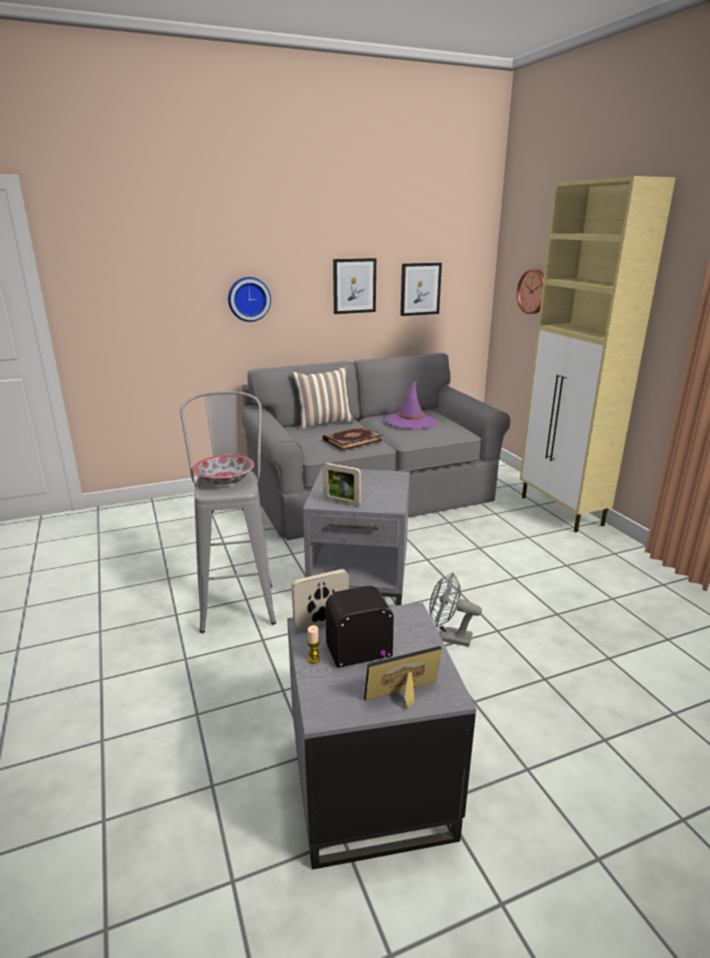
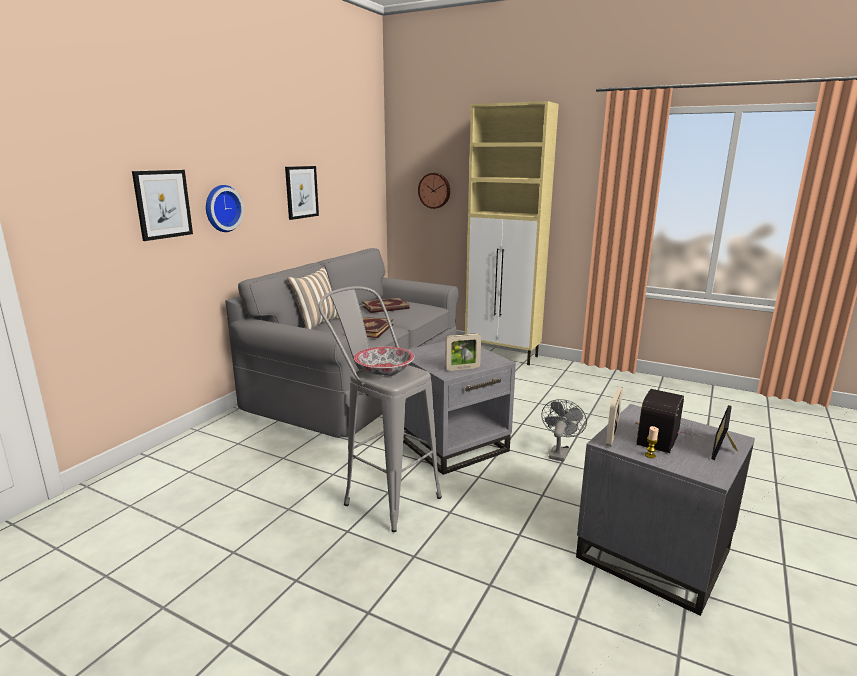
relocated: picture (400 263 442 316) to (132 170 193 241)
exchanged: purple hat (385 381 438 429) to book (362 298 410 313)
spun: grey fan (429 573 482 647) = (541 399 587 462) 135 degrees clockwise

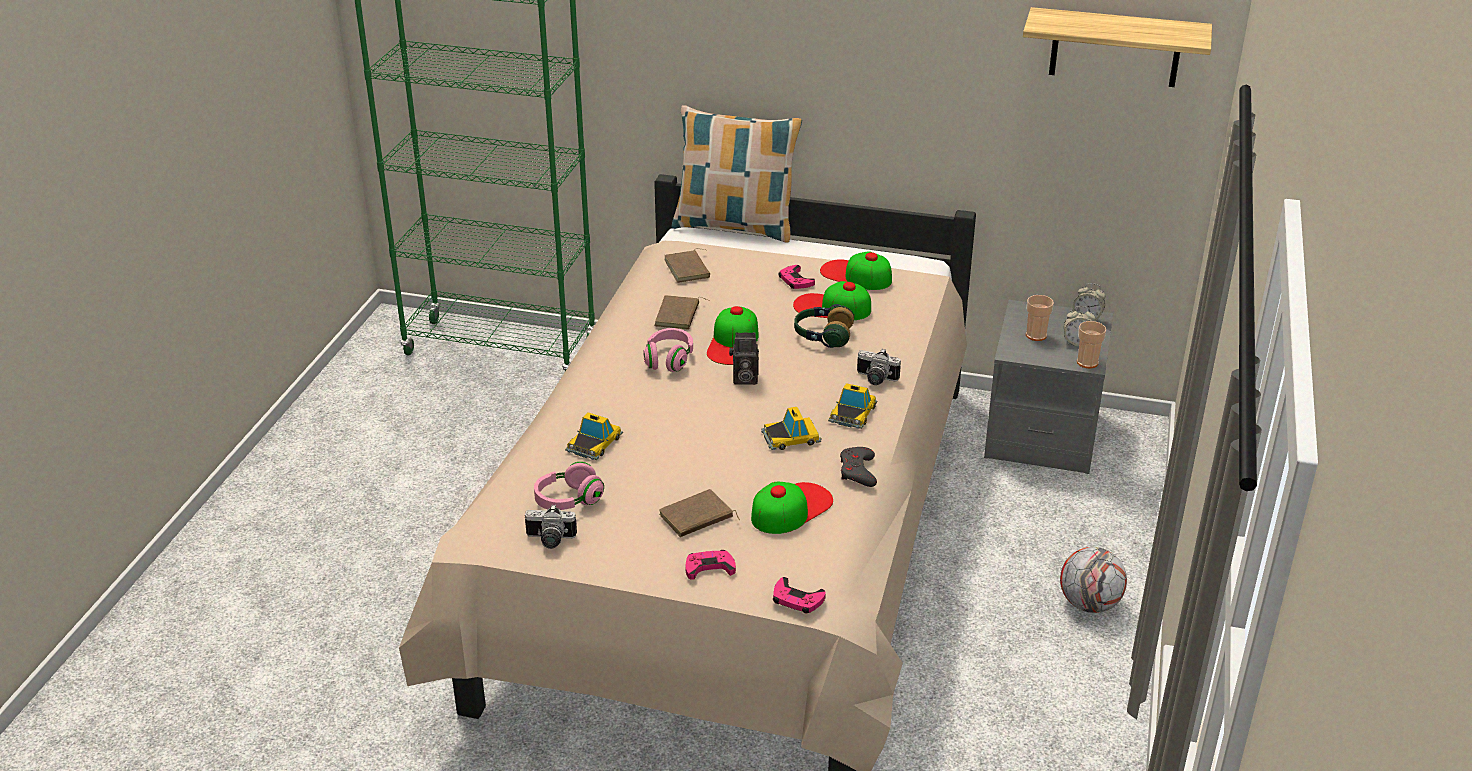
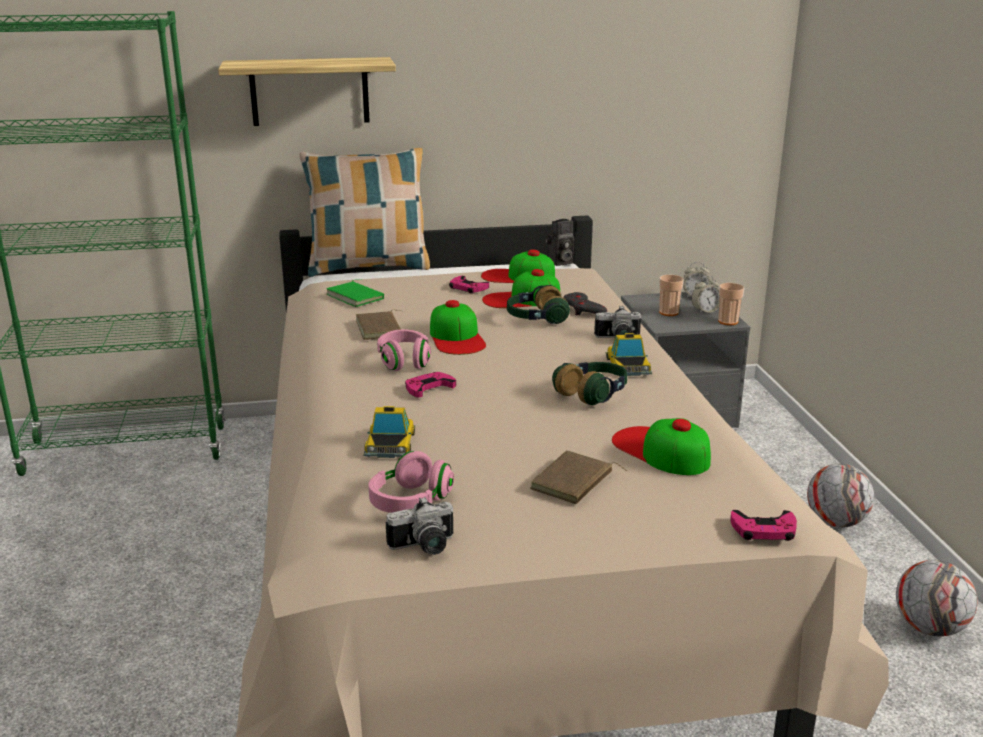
appeared: football (896 560 978 637)
relocated: pink game controller (685 550 736 580) to (405 372 456 397); photo camera (729 332 759 385) to (545 219 575 266); grey game controller (840 447 877 487) to (563 292 607 315); shelf (1023 7 1212 87) to (218 57 396 126)
exchanged: toy car (761 407 822 450) to headphones (552 362 627 405)
colour: brown book (664 248 710 283) to green book (327 279 384 307)
spun: cap (751 482 833 534) = (612 418 711 475) 60 degrees counterclockwise

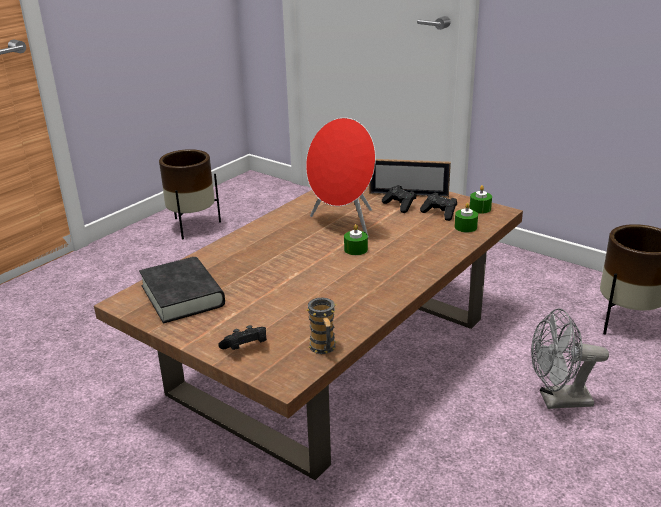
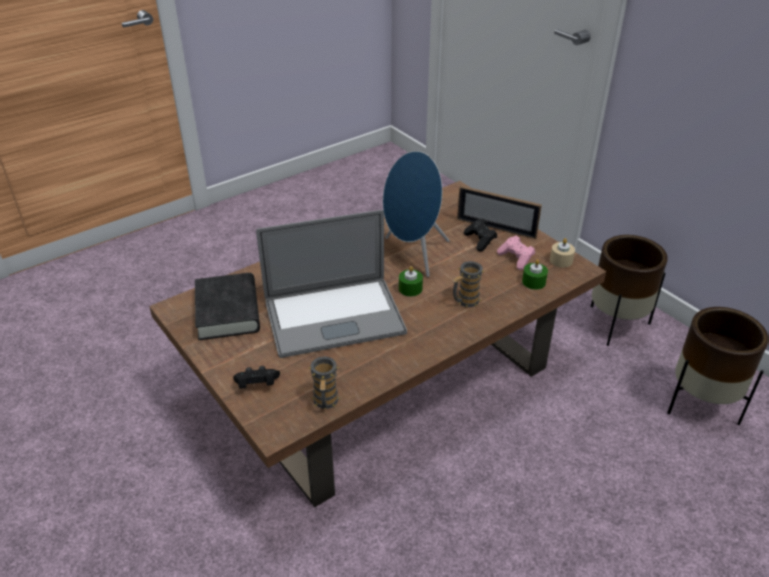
missing: grey fan (531 308 609 409)
appeared: laptop (256 210 407 358); mug (453 261 485 307)
relocated: brown planter (159 149 221 239) to (591 235 668 346)
colour: red speaker (306 118 376 237) to blue speaker (383 151 449 277); black game controller (420 193 457 221) to pink game controller (497 236 535 270); green candle (469 185 492 214) to beige candle (550 238 575 268)

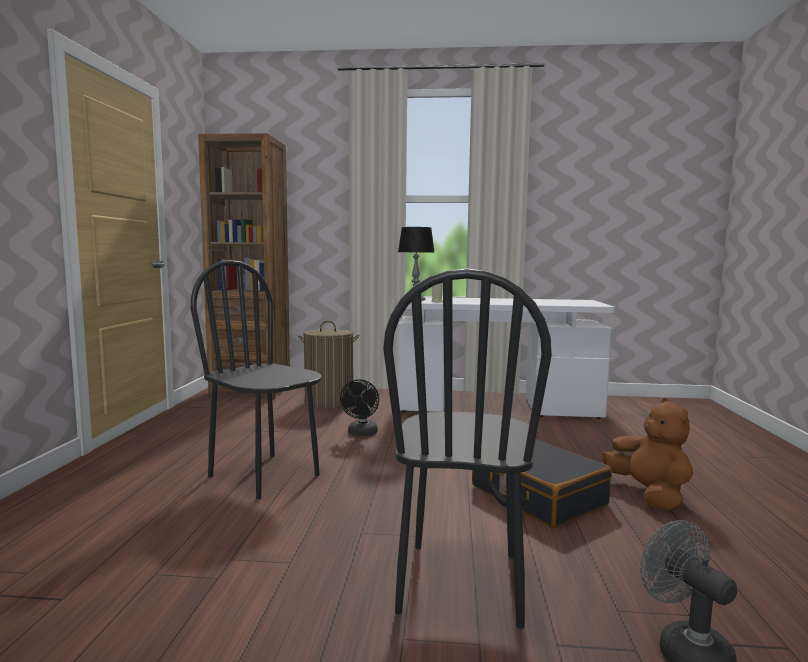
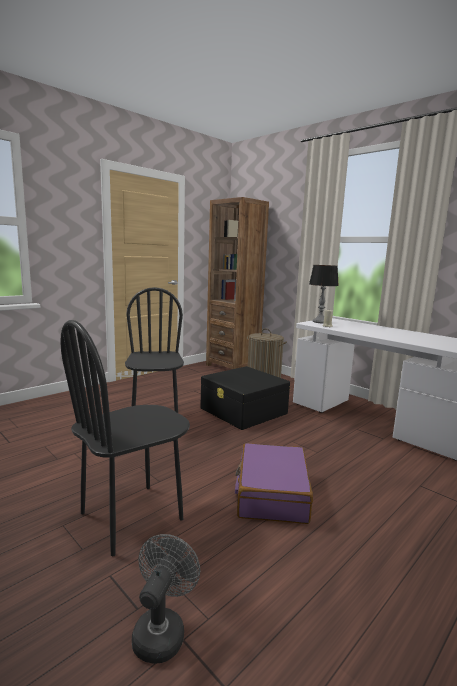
missing: brown plush toy (602 398 693 511)
exchanged: black fan (340 379 379 436) to black storage box (200 366 290 430)
colour: black suitcase (472 439 612 528) to purple suitcase (235 443 313 524)

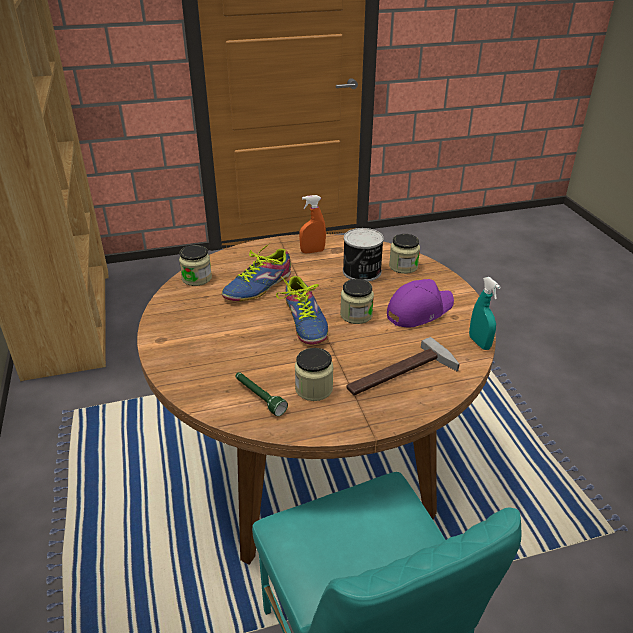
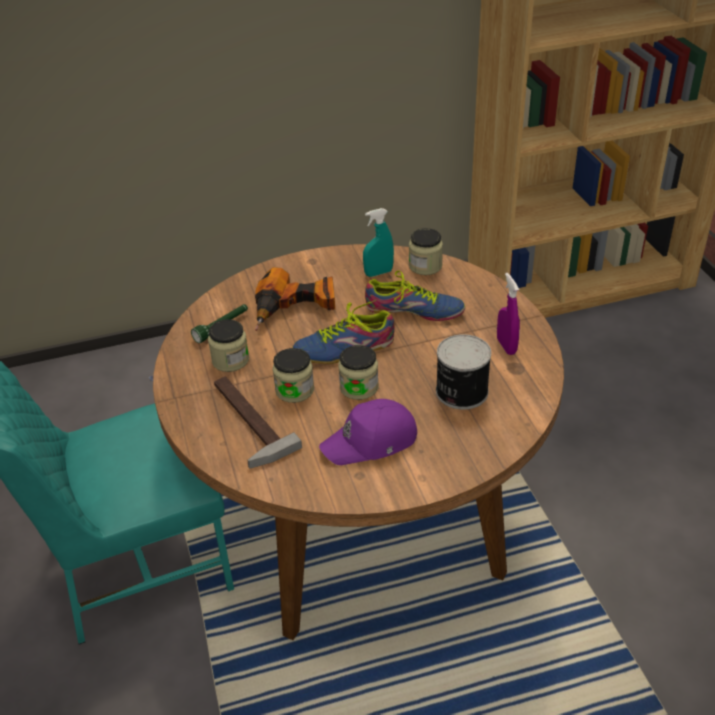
appeared: power drill (255 267 335 331)
relocated: jar (389 234 420 274) to (273 348 314 403); turquoise spray bottle (469 277 501 350) to (363 208 394 277)
colour: orange spray bottle (299 195 326 253) to purple spray bottle (497 273 520 355)
spun: shoe (222 242 291 301) = (365 271 465 321) 150 degrees clockwise; purple cap (387 279 454 327) = (319 399 417 465) 105 degrees clockwise

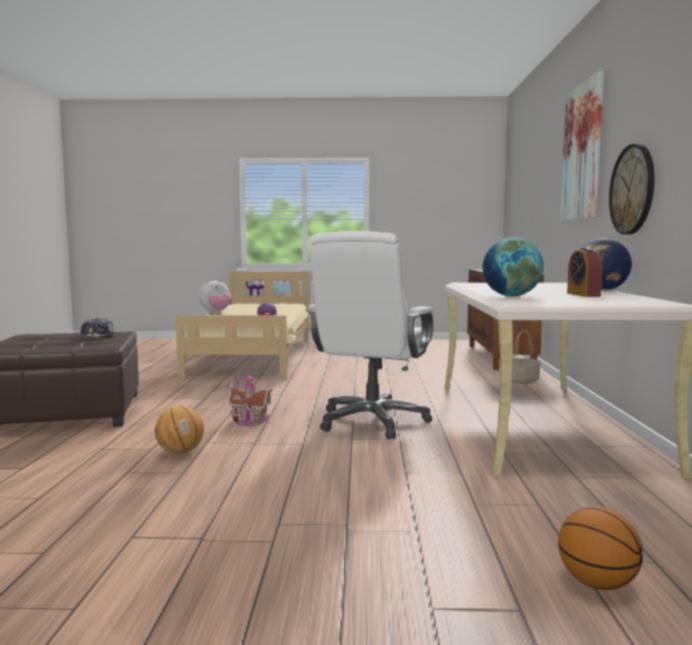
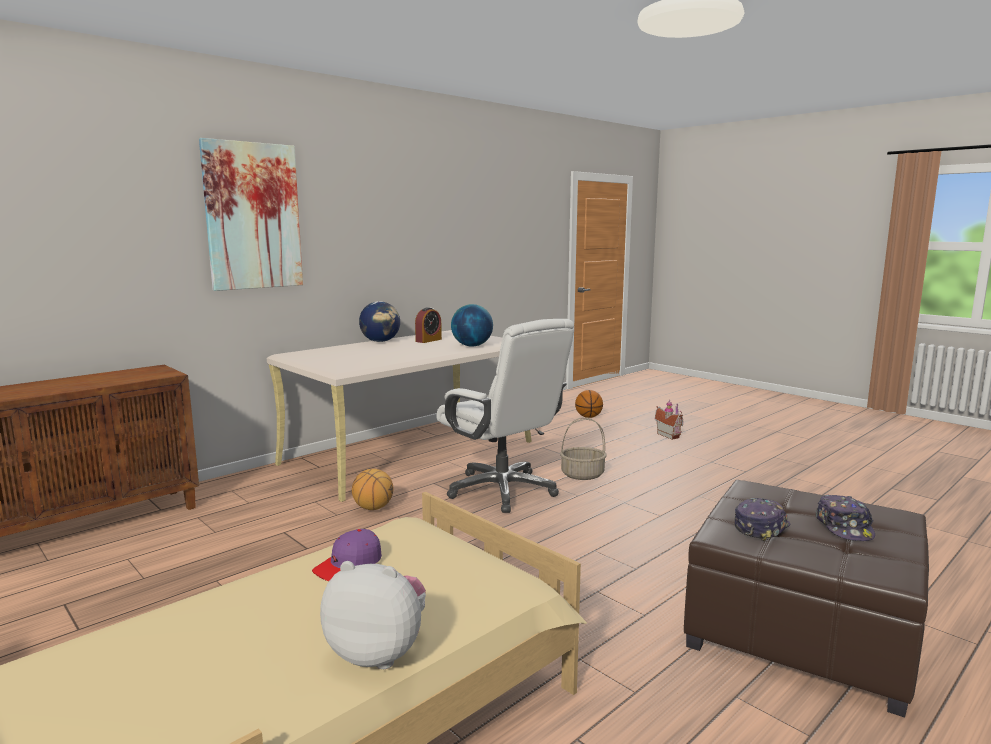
missing: wall clock (609 144 655 235)
appeared: cap (816 494 875 541)
relocated: basketball (155 406 204 454) to (352 469 393 510); toy house (227 373 272 426) to (654 400 683 440); basket (512 330 541 384) to (560 417 607 480)
spun: white office chair (306 231 434 439) = (436 319 574 513) 75 degrees clockwise

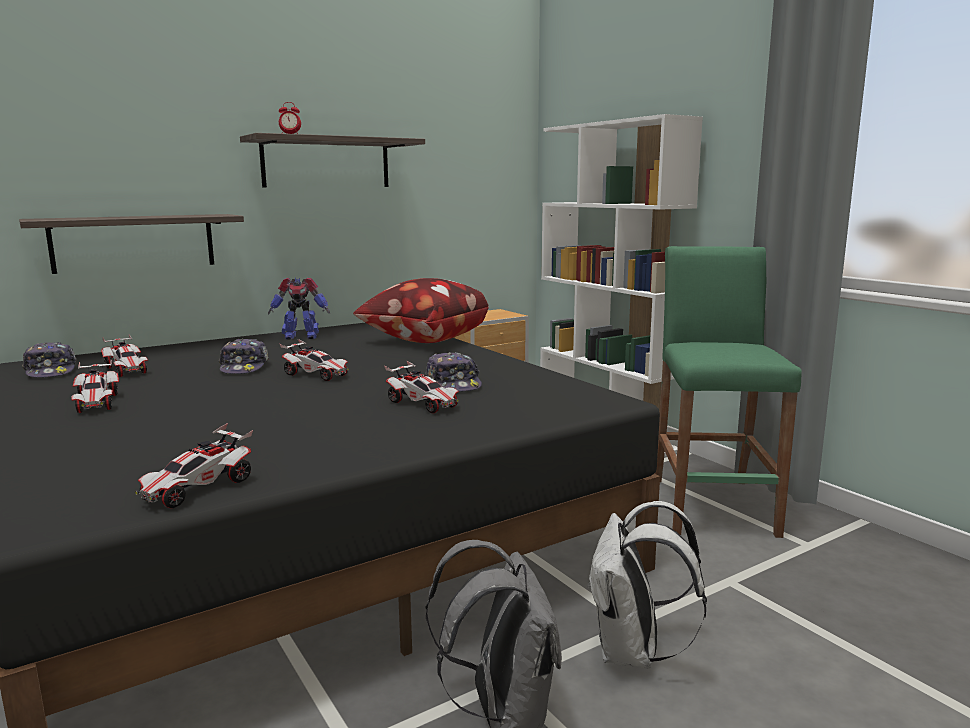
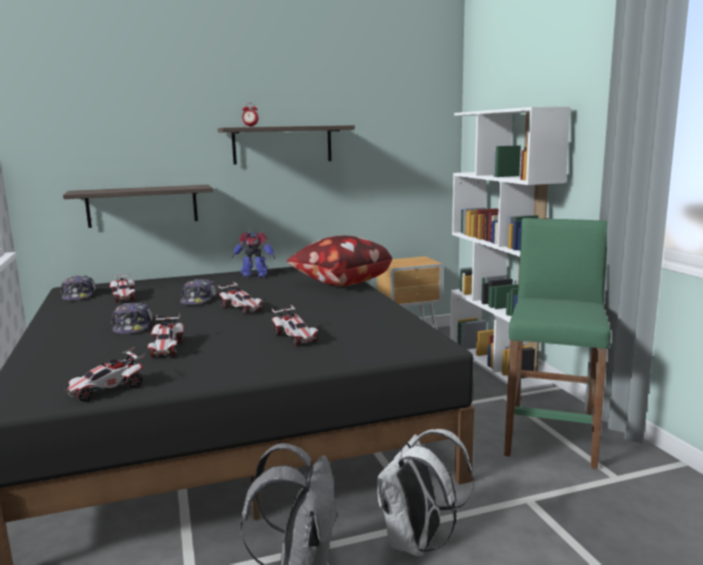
relocated: toy car (72 359 119 413) to (148 313 184 358); cap (425 352 482 392) to (111 302 153 334)

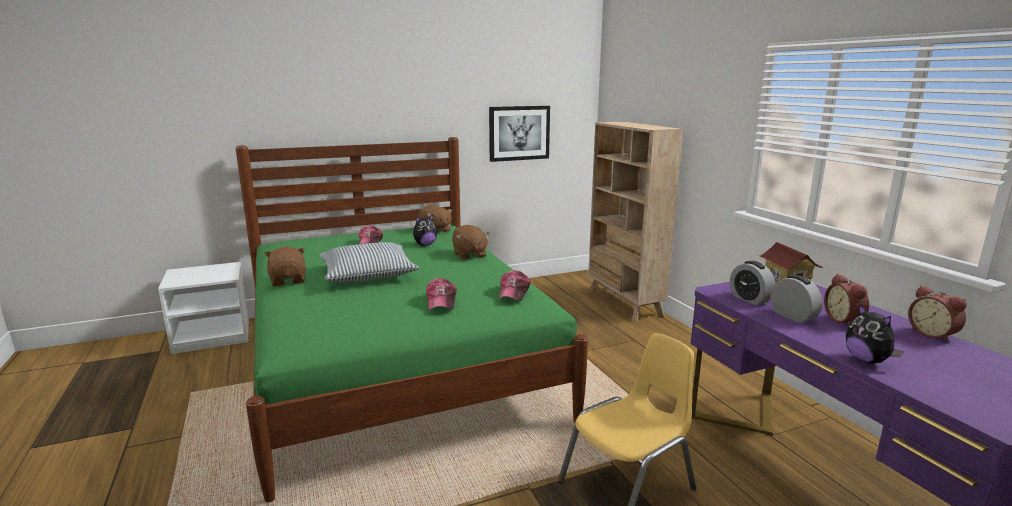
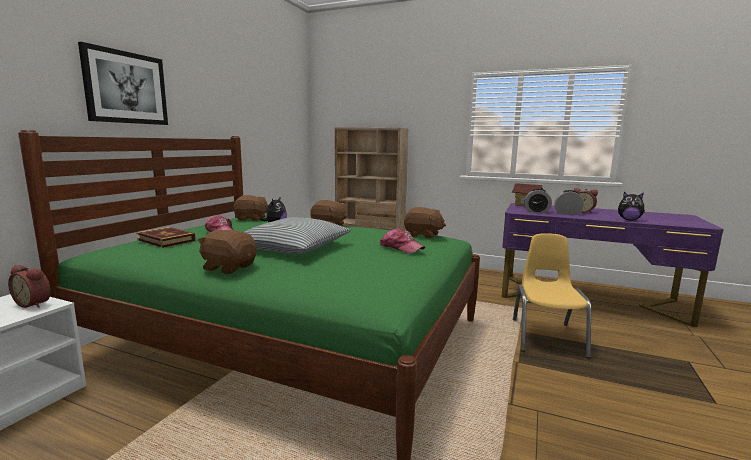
appeared: book (136 227 196 248)
relocated: picture (489 106 550 162) to (78 42 168 125); alarm clock (908 285 967 343) to (8 265 51 308)
exchanged: cap (498 270 530 301) to brown plush toy (404 207 446 239)

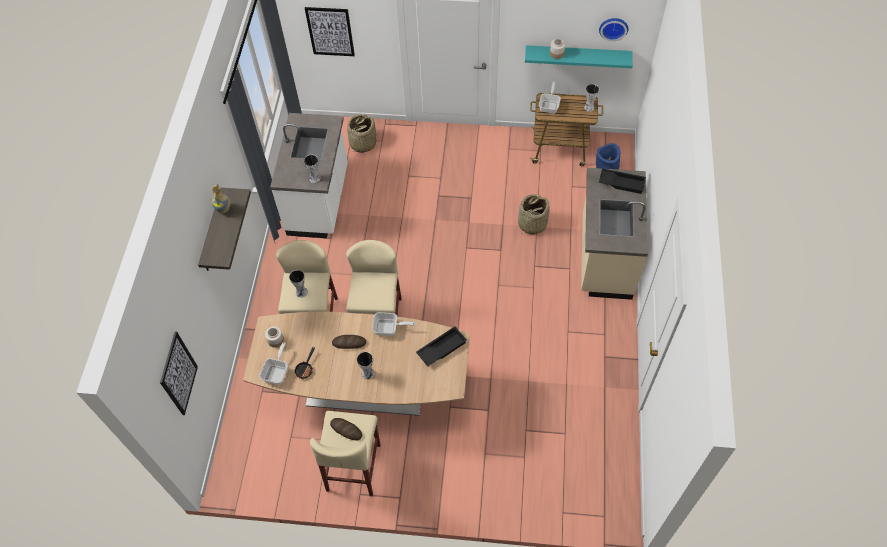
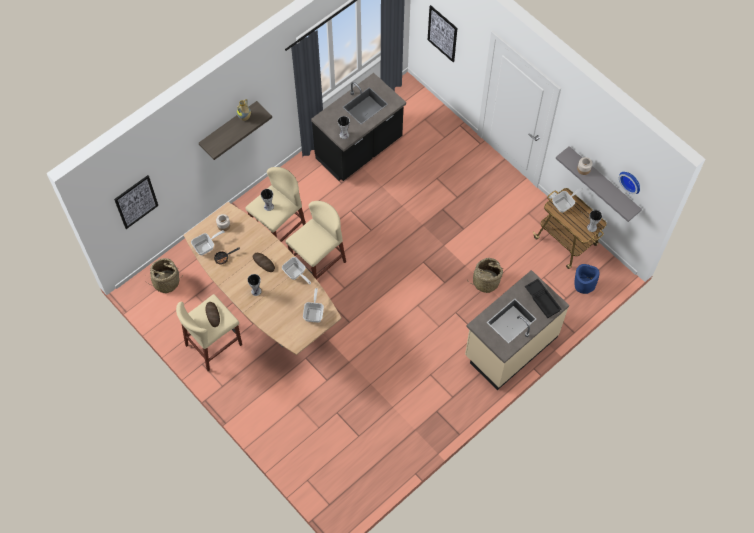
relocated: basket (347 114 376 153) to (144 258 180 293)
exchanged: black tray (416 326 467 367) to frying pan (303 288 324 323)
colour: white counter (270 113 348 238) to black counter (311 73 406 181); turquoise shelf (525 45 633 68) to grey shelf (556 146 642 222)

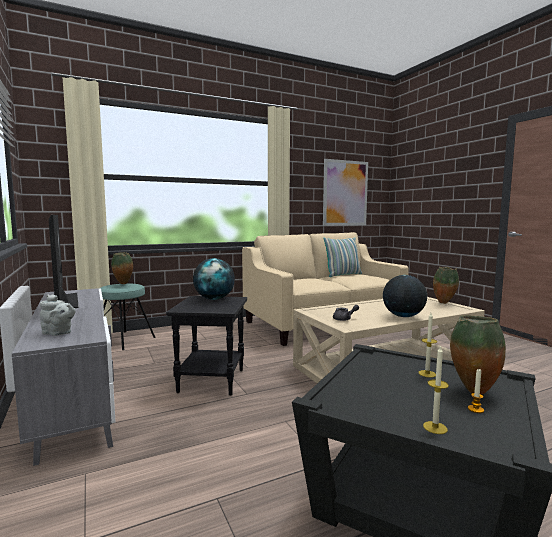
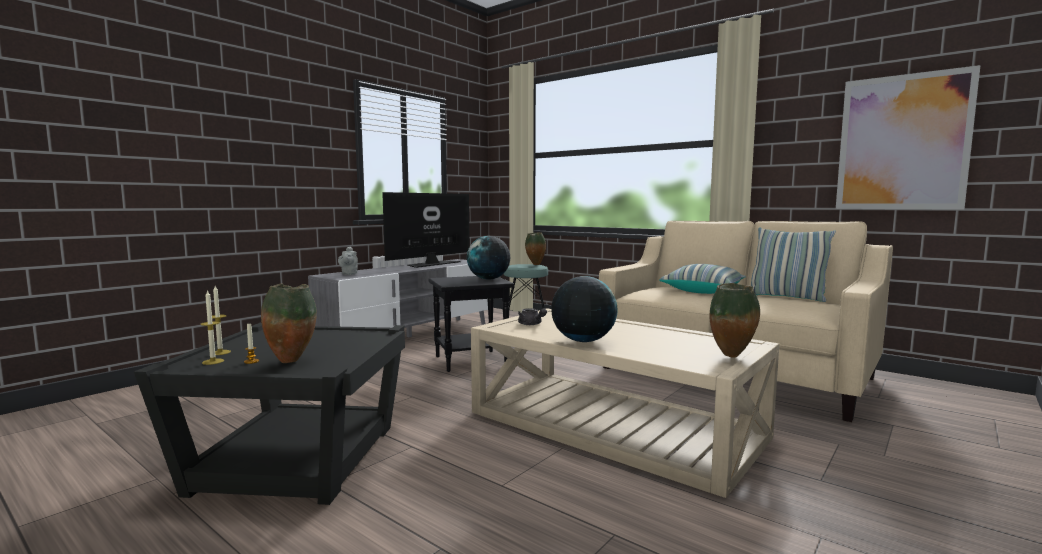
appeared: pillow (659 264 746 294)
relocated: candle (418 313 437 378) to (201 290 224 365)

